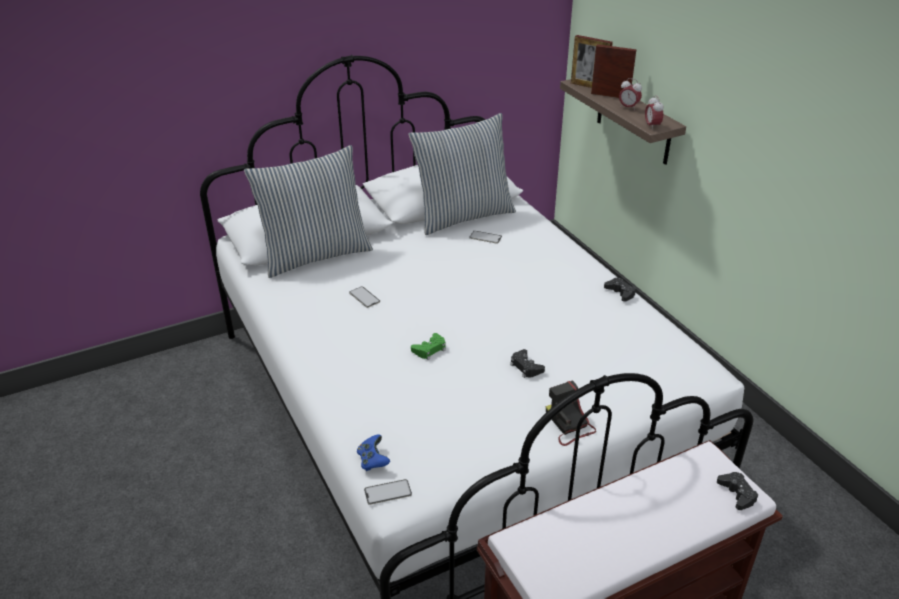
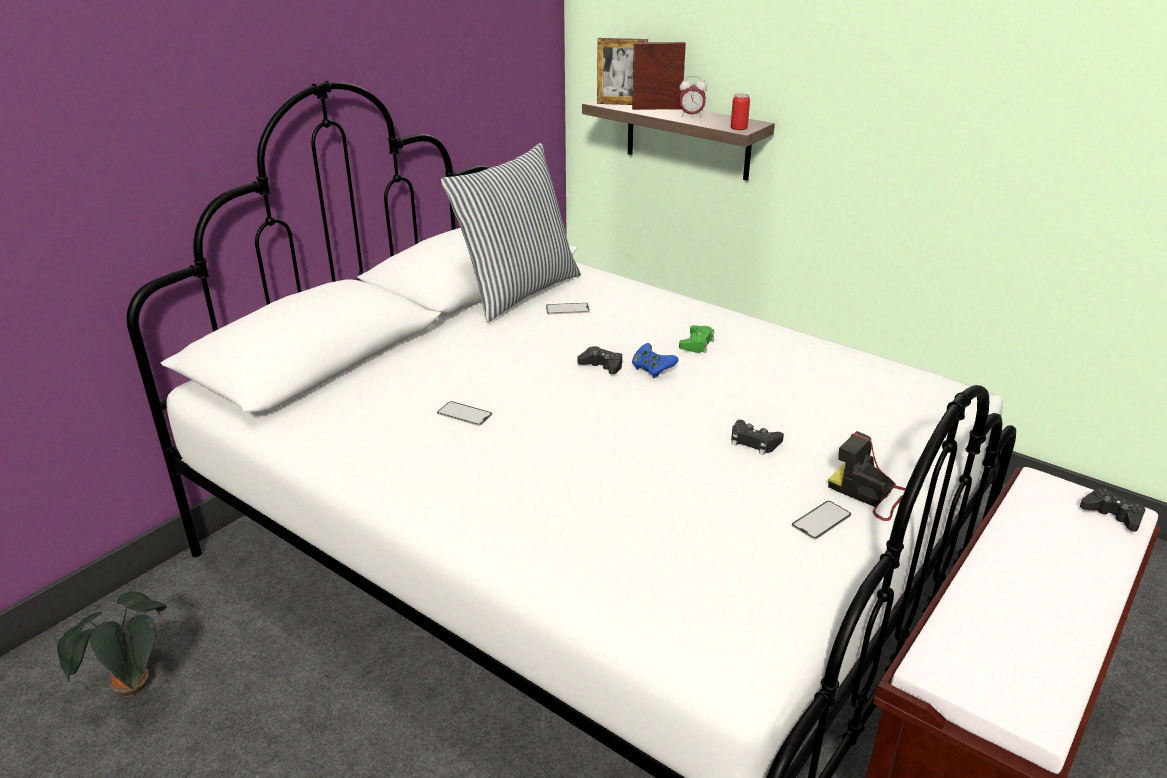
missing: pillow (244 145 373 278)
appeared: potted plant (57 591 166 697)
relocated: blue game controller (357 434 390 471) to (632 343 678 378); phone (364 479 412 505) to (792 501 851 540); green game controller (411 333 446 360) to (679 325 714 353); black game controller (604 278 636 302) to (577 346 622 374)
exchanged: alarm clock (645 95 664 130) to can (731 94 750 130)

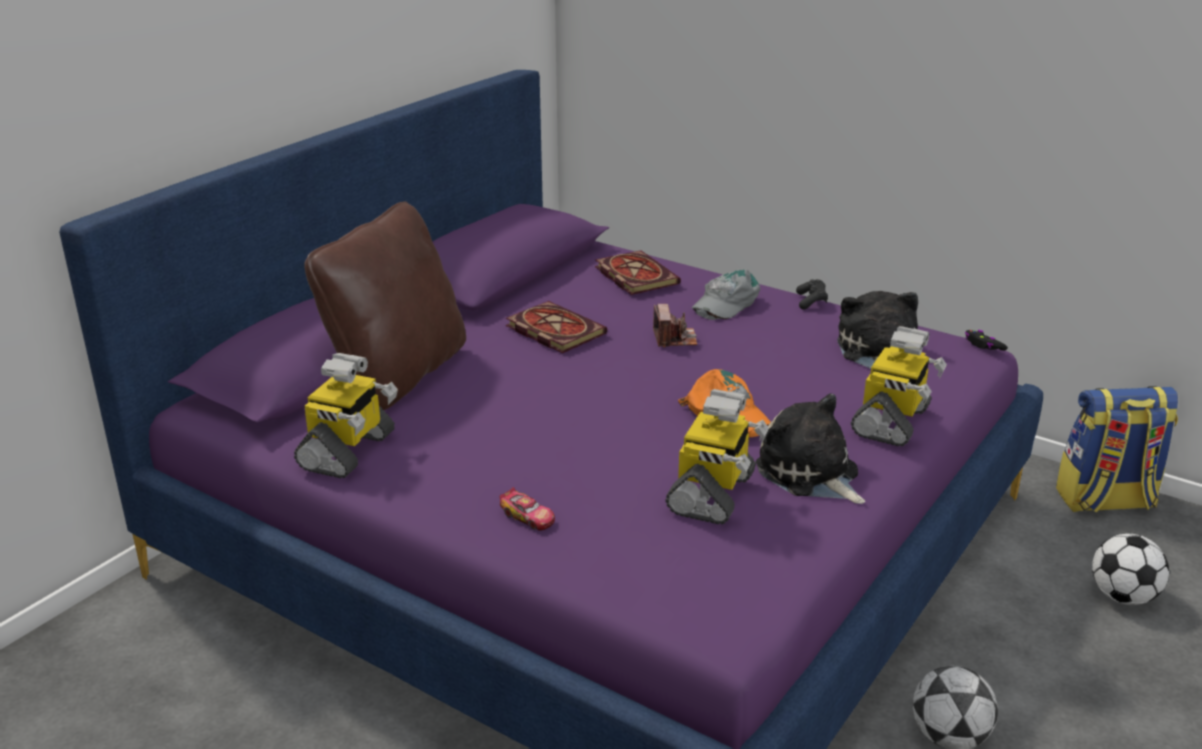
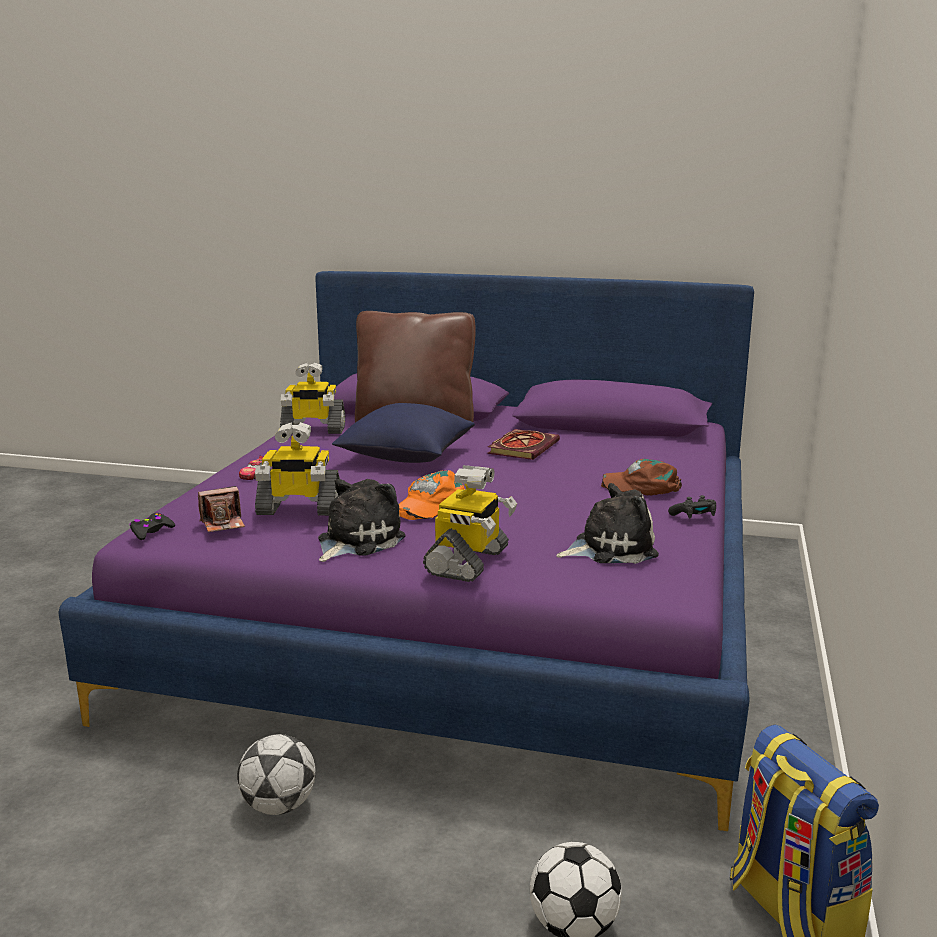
missing: book (595 250 681 295)
appeared: blue pillow (332 403 475 463)
relocated: photo camera (653 304 697 348) to (198 486 245 532); black game controller (965 330 1008 351) to (129 513 175 540)
colour: grey cap (692 269 760 320) to brown cap (601 459 682 495)
spun: toy robot (851 326 947 447) = (423 465 517 582) 75 degrees counterclockwise

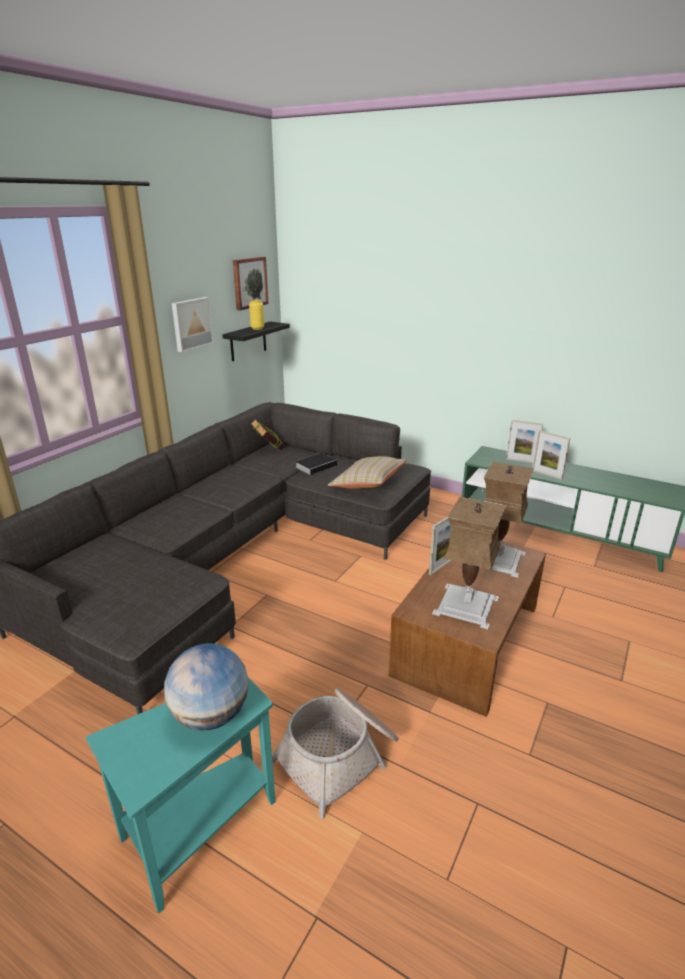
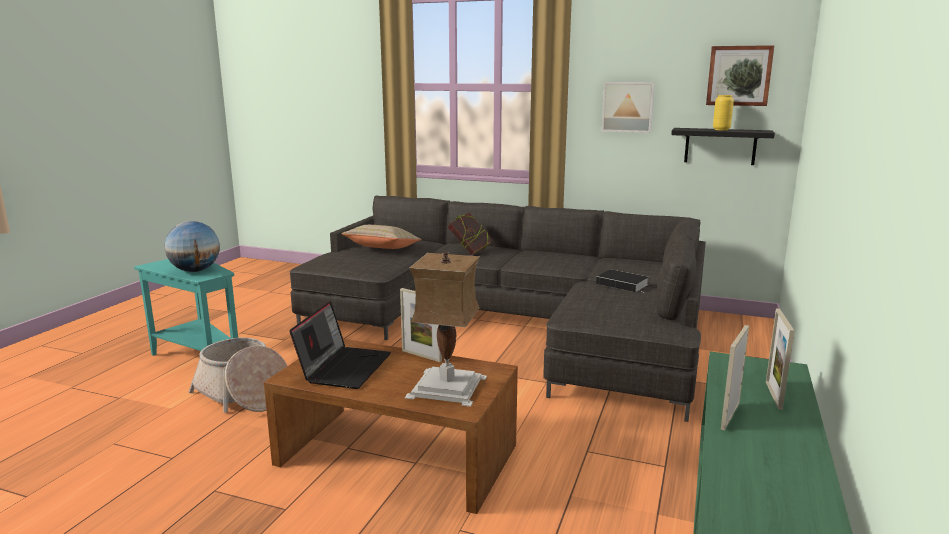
relocated: book (251 419 285 451) to (448 213 492 255); beige pillow (328 456 407 489) to (341 225 421 249)
exchanged: table lamp (432 497 506 630) to laptop (289 301 391 389)

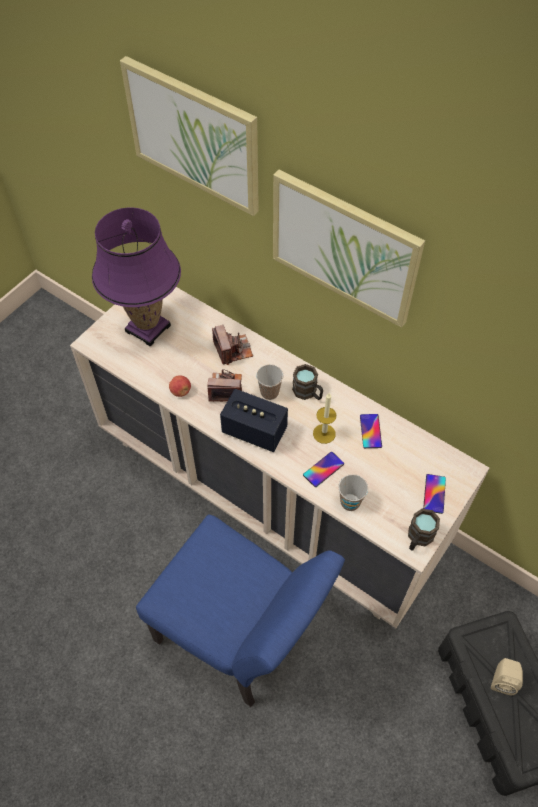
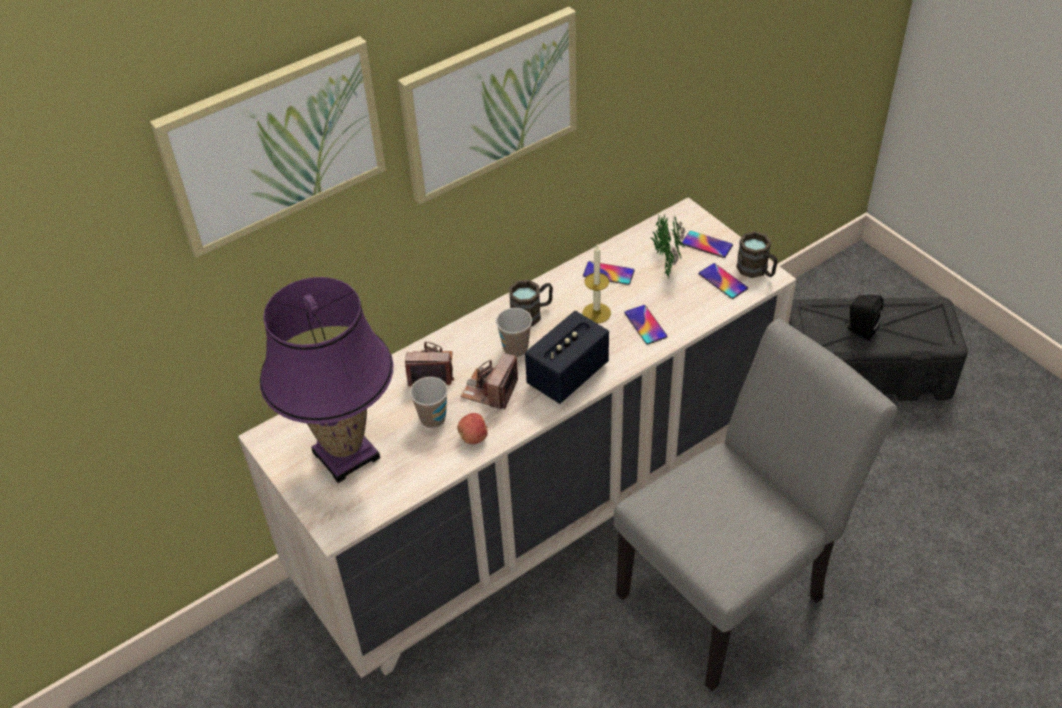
appeared: potted plant (651 211 686 279); phone (699 263 748 299)
relocated: cup (338 474 368 511) to (410 377 448 428)
colour: blue chair (136 514 345 707) to grey chair (614 319 898 691); beige speaker (491 658 523 695) to black speaker (845 294 884 340)

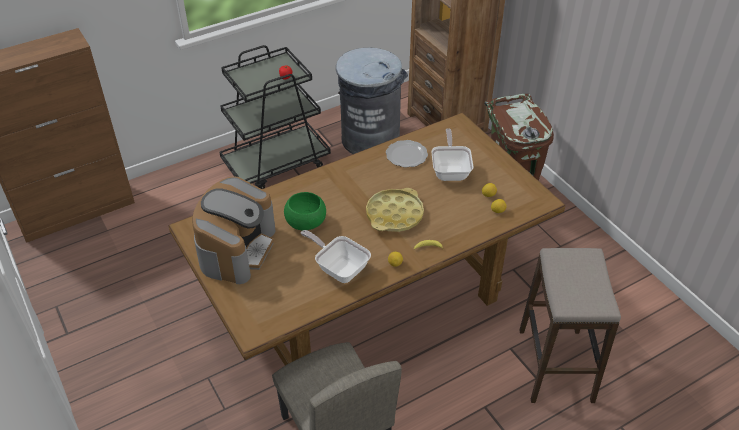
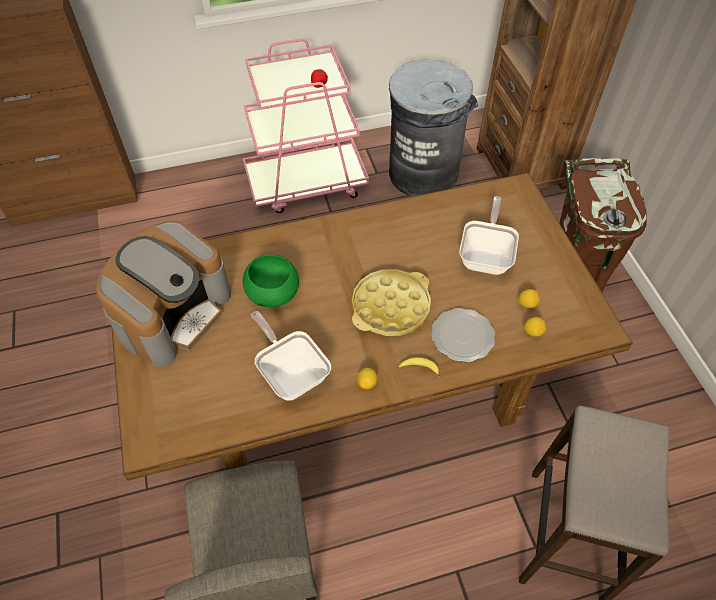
relocated: plate (386 140 428 167) to (431 308 495 363)
colour: black cart (220 45 331 189) to pink cart (243 38 369 213)

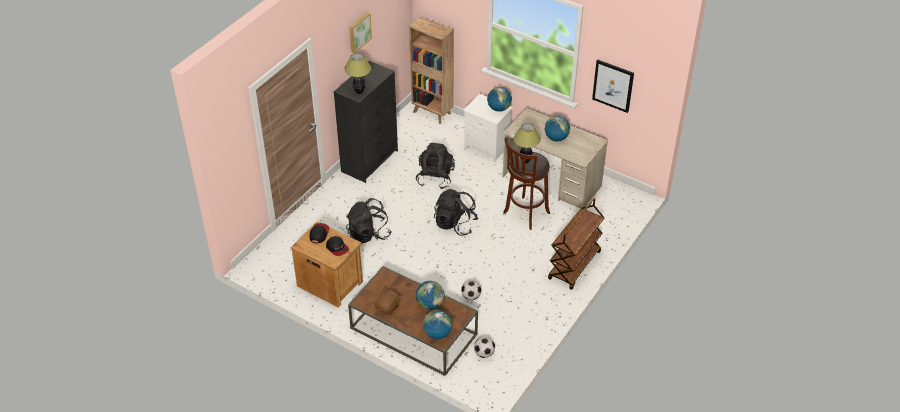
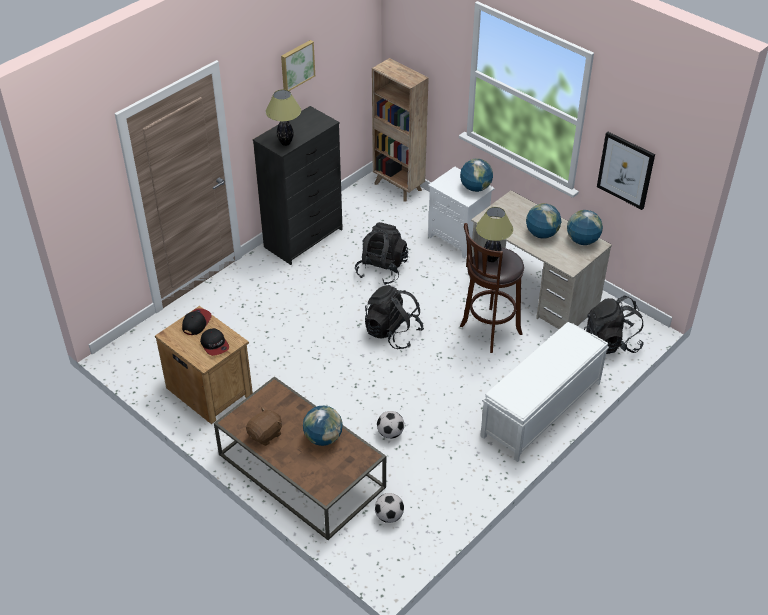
relocated: black backpack (346 198 392 243) to (584 296 644 354); globe (423 310 452 339) to (567 210 603 245)
exchanged: brown cart (548 198 605 290) to white bench (480 322 609 462)

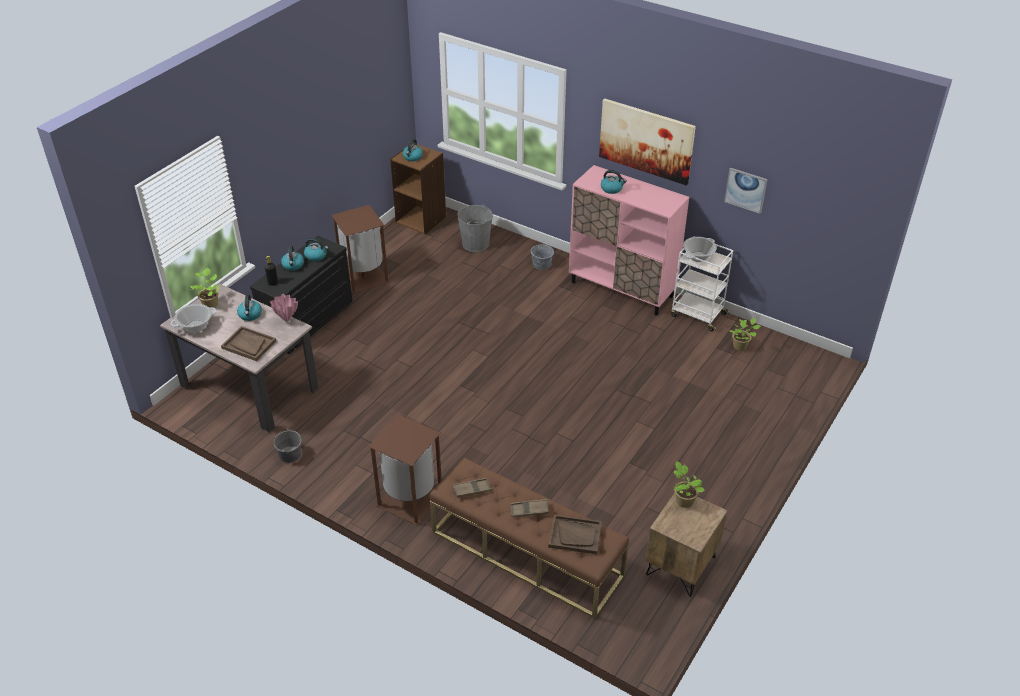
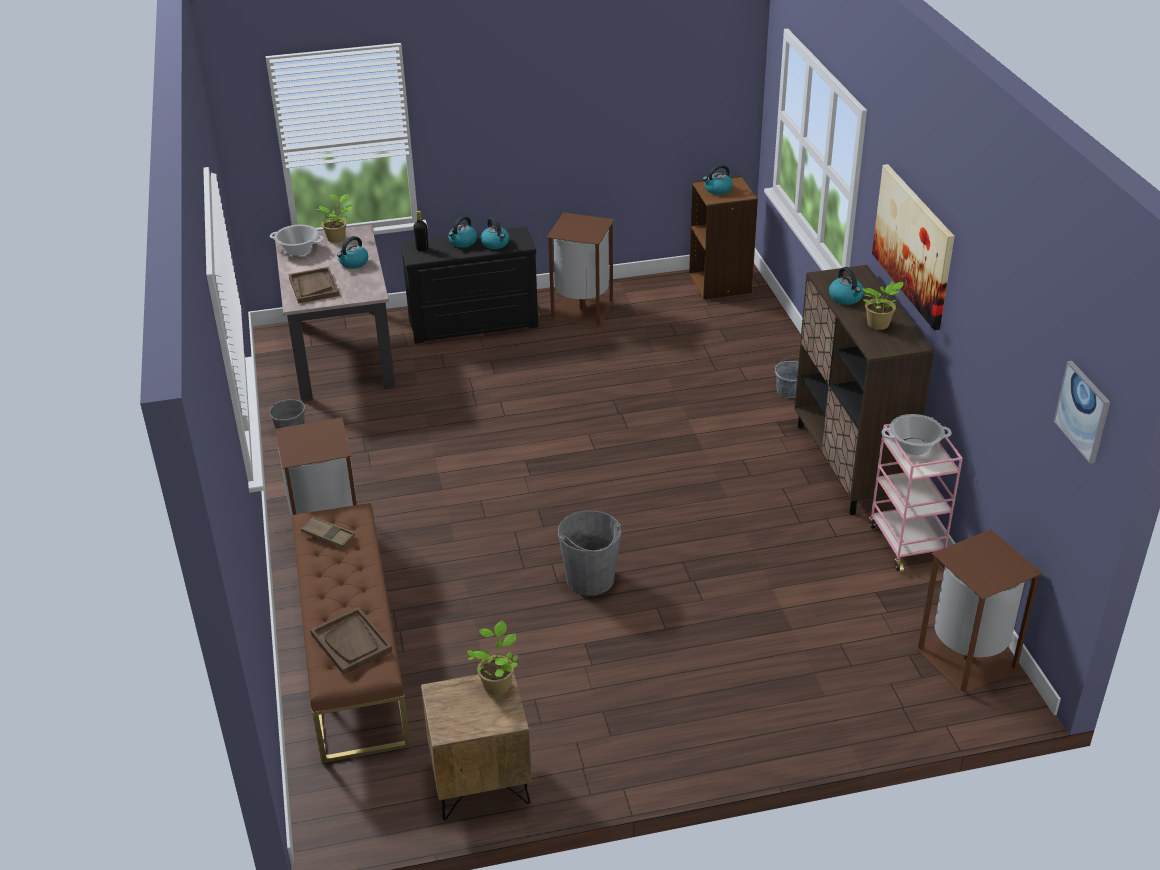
missing: pink vase (270 294 298 322); brown tray (510 499 549 517)
appeared: brown trash can (915 529 1043 695)
relocated: grey bucket (457 204 493 252) to (558 510 621 596); picture (724 168 768 214) to (1054 361 1110 464); potted plant (729 318 761 351) to (863 282 903 330)
colour: pink cabinet (569 165 689 316) to brown cabinet (794 265 934 515); white cart (670 244 733 331) to pink cart (869 417 963 572)

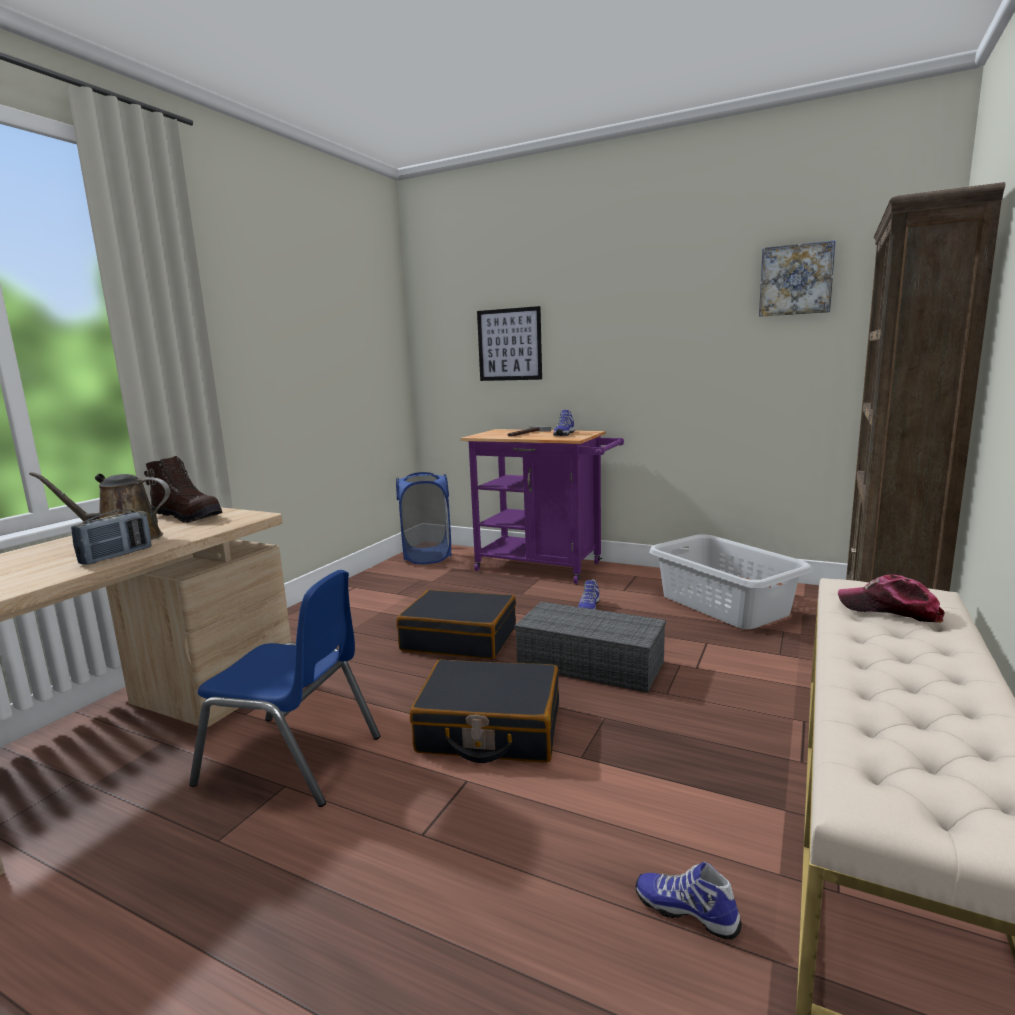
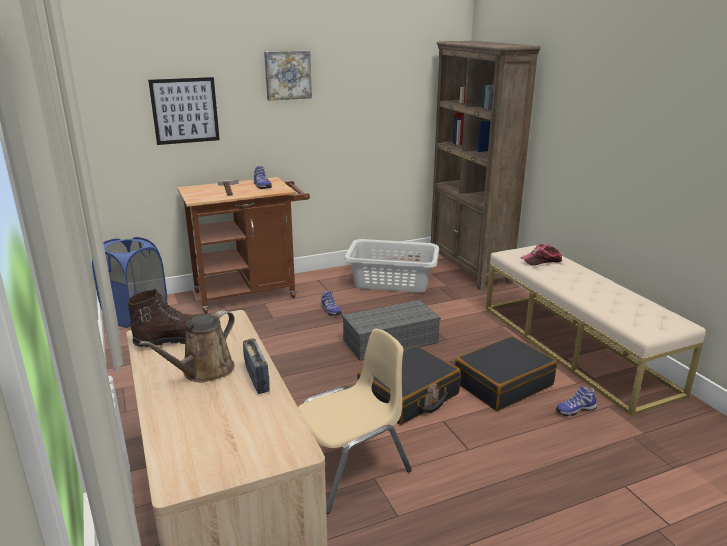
relocated: black suitcase (396 590 516 659) to (455 336 557 411); picture (759 240 836 317) to (264 50 312 101)
colour: blue chair (189 570 381 807) to beige chair (298 329 412 514); purple cart (461 429 624 584) to brown cart (177 177 310 314)

